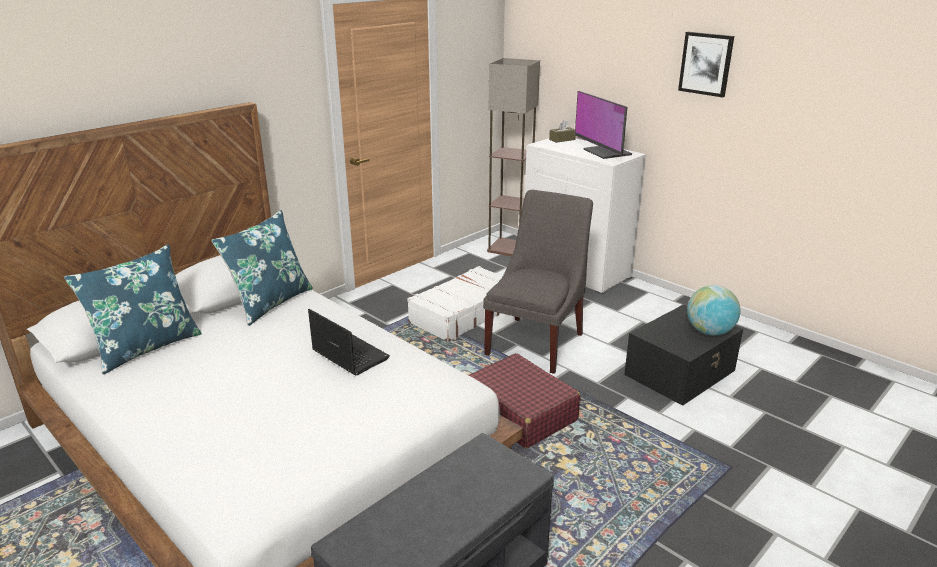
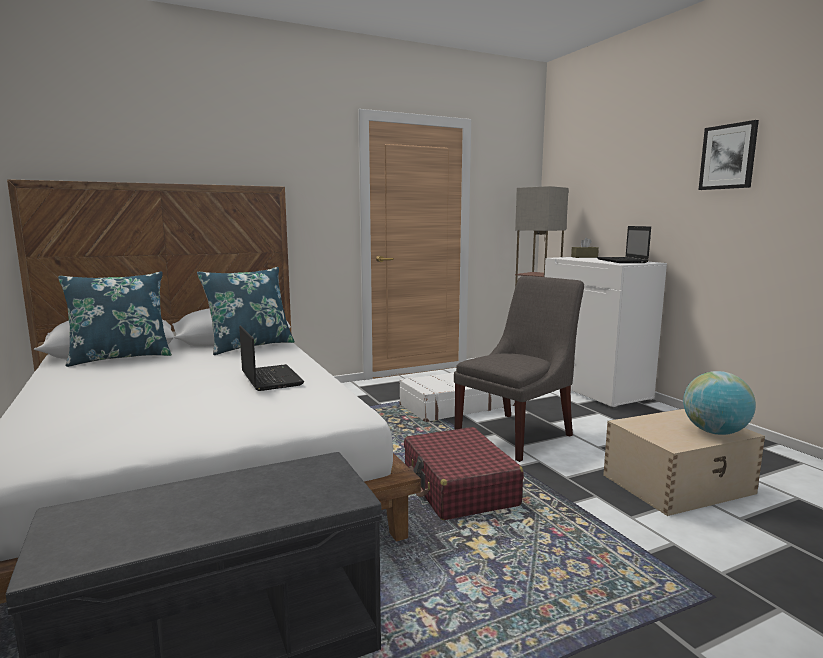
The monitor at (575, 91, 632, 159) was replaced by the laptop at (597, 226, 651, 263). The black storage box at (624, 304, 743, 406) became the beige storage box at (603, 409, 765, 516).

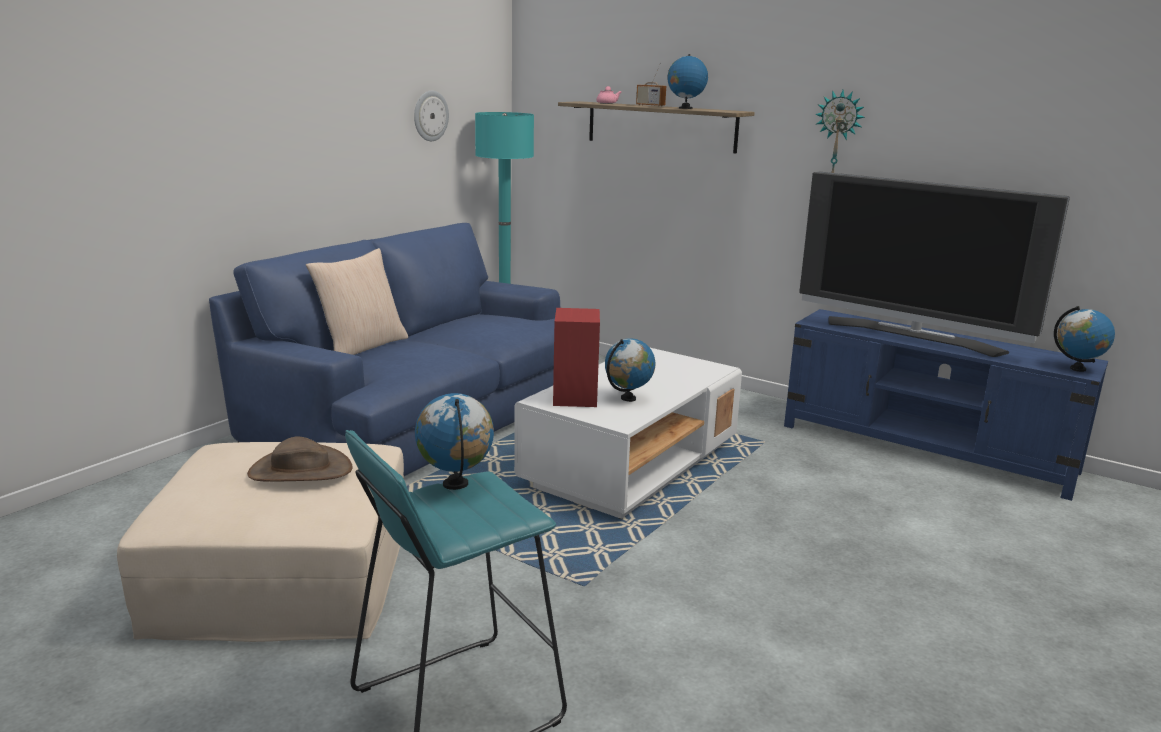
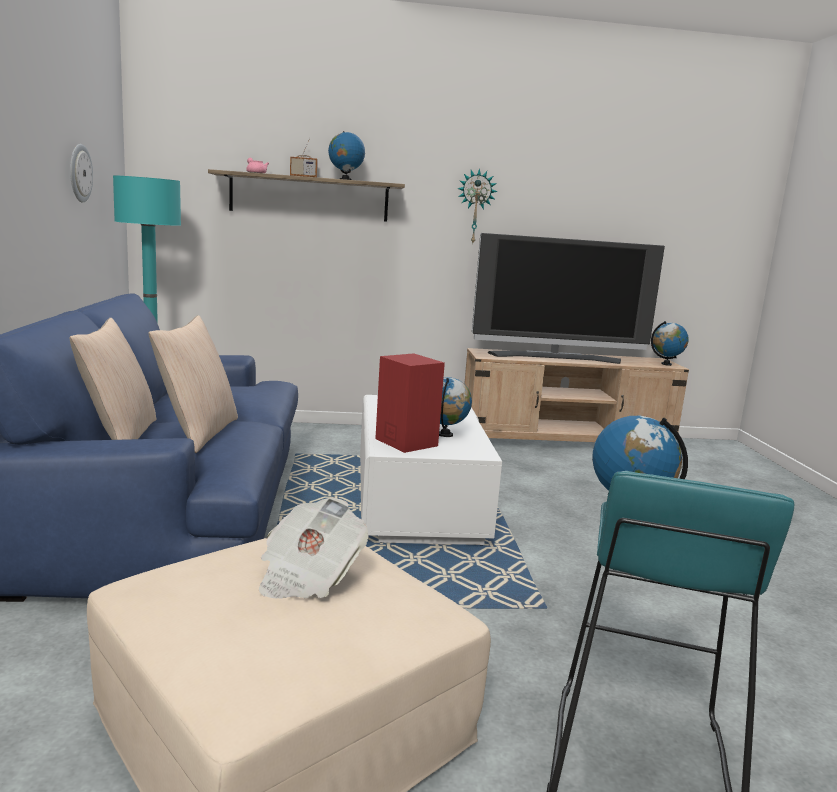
The blue tv stand at (784, 309, 1108, 501) became the beige tv stand at (464, 348, 689, 442). The brown hat at (247, 436, 353, 482) was replaced by the newspaper at (258, 498, 369, 599). The beige pillow at (148, 315, 238, 453) appeared.

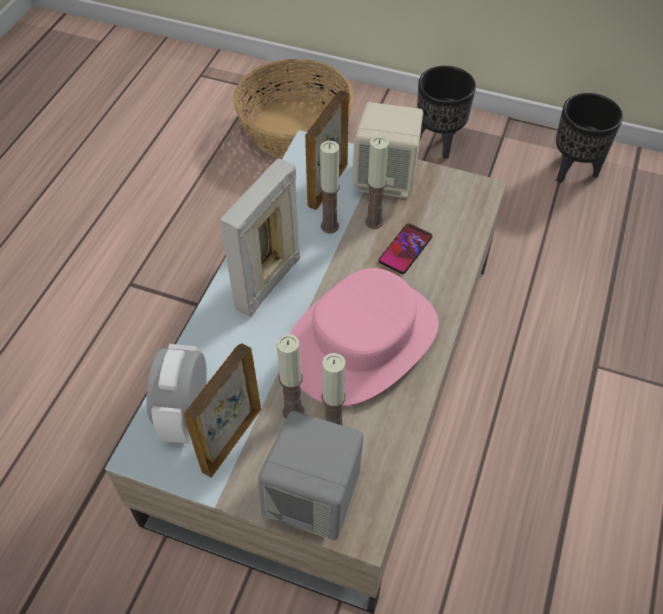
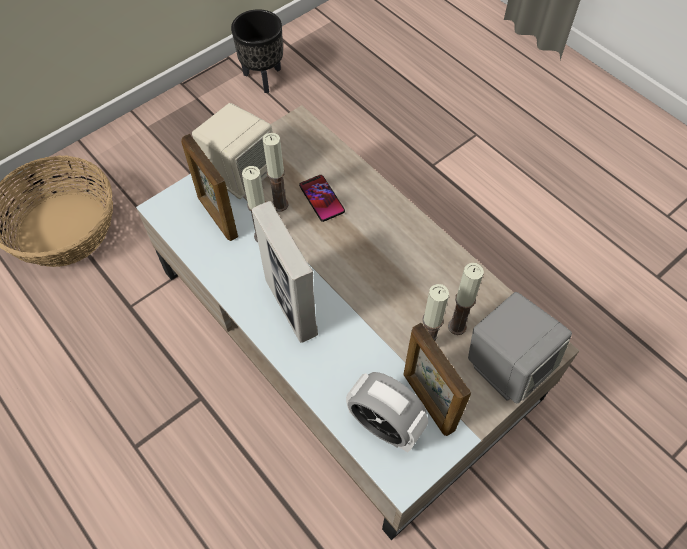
The black planter at (417, 66, 476, 159) disappeared. The pink hat at (290, 268, 438, 406) disappeared.

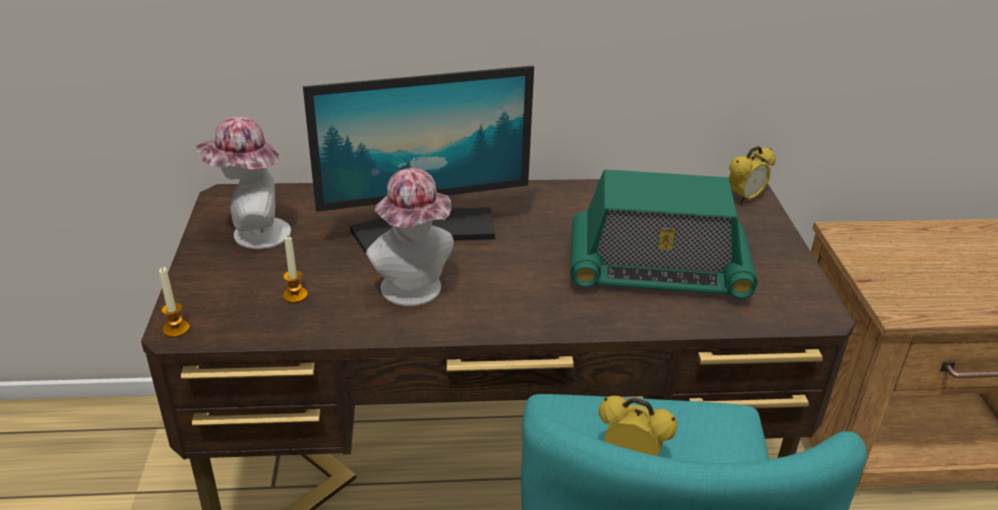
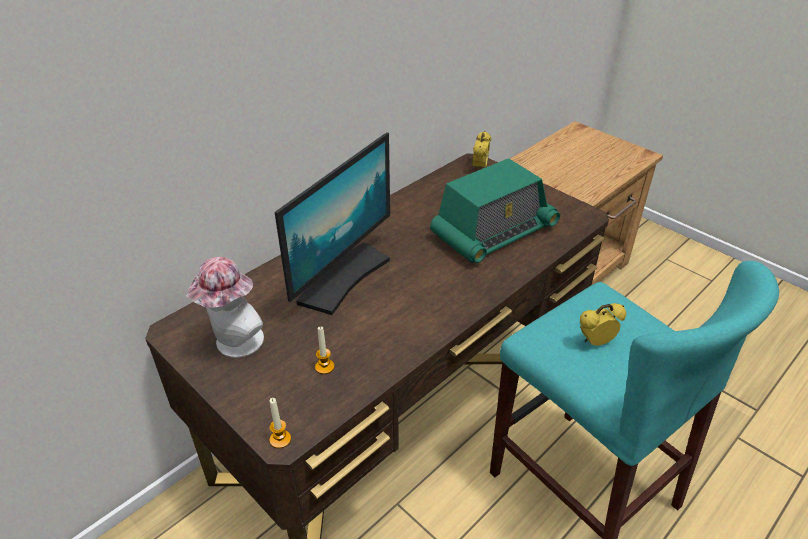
The hat at (366, 168, 454, 306) disappeared.

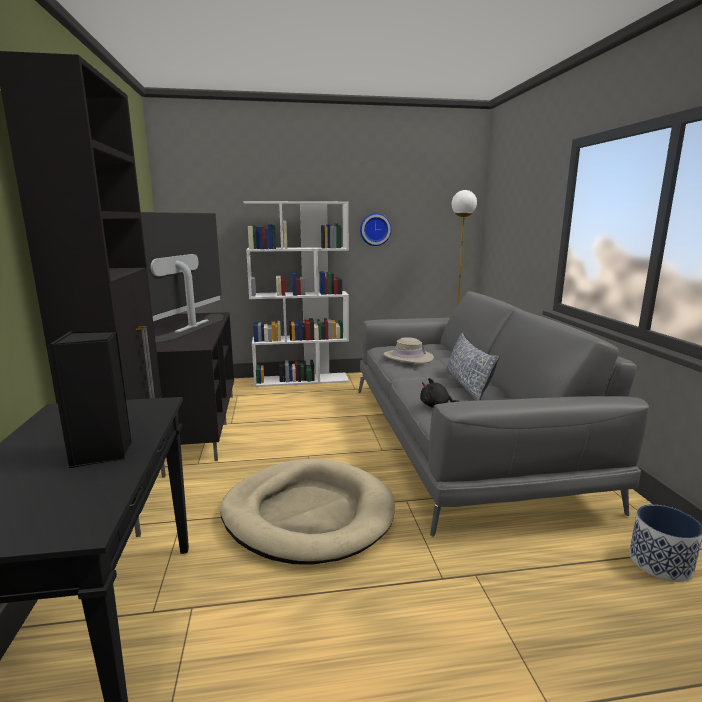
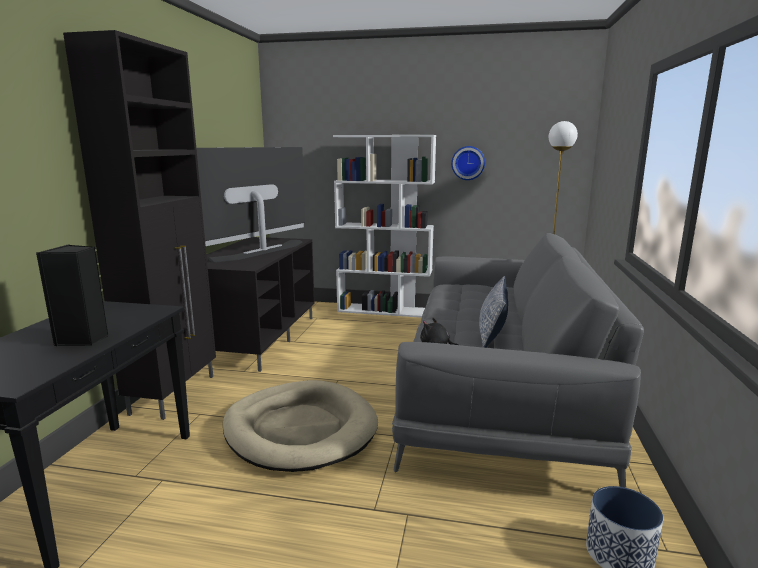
The beige hat at (383, 337, 434, 363) disappeared.

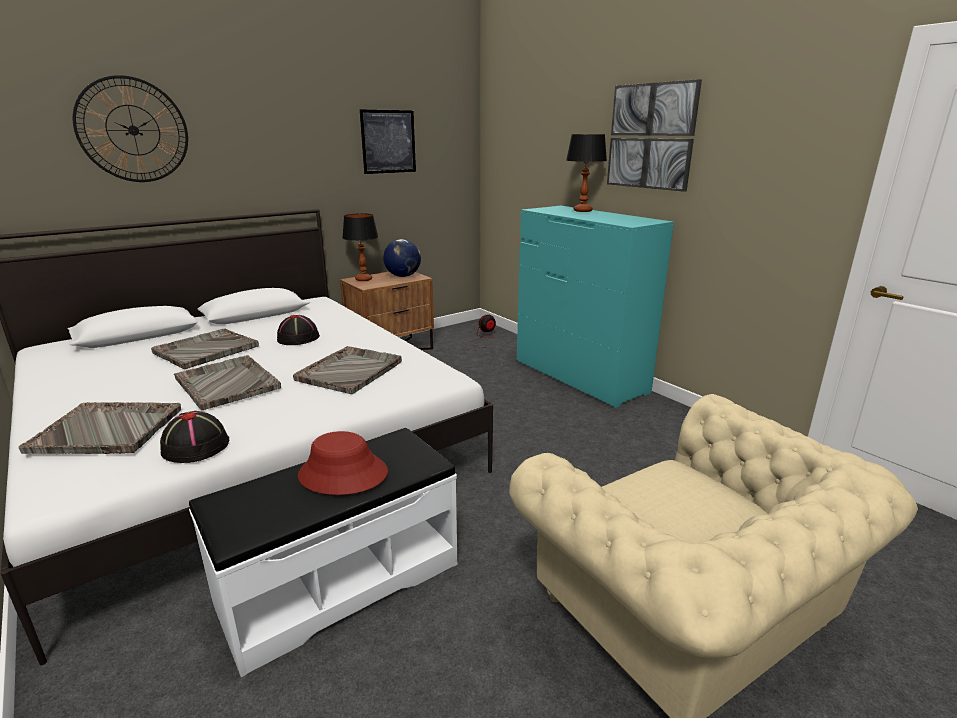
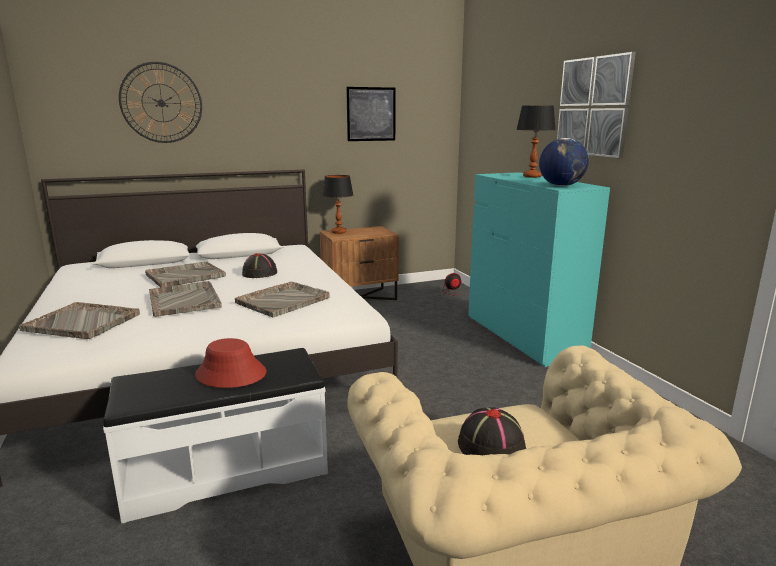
The globe moved from (383, 239, 421, 277) to (539, 138, 589, 186). The black hat moved from (160, 411, 229, 463) to (458, 407, 526, 455).

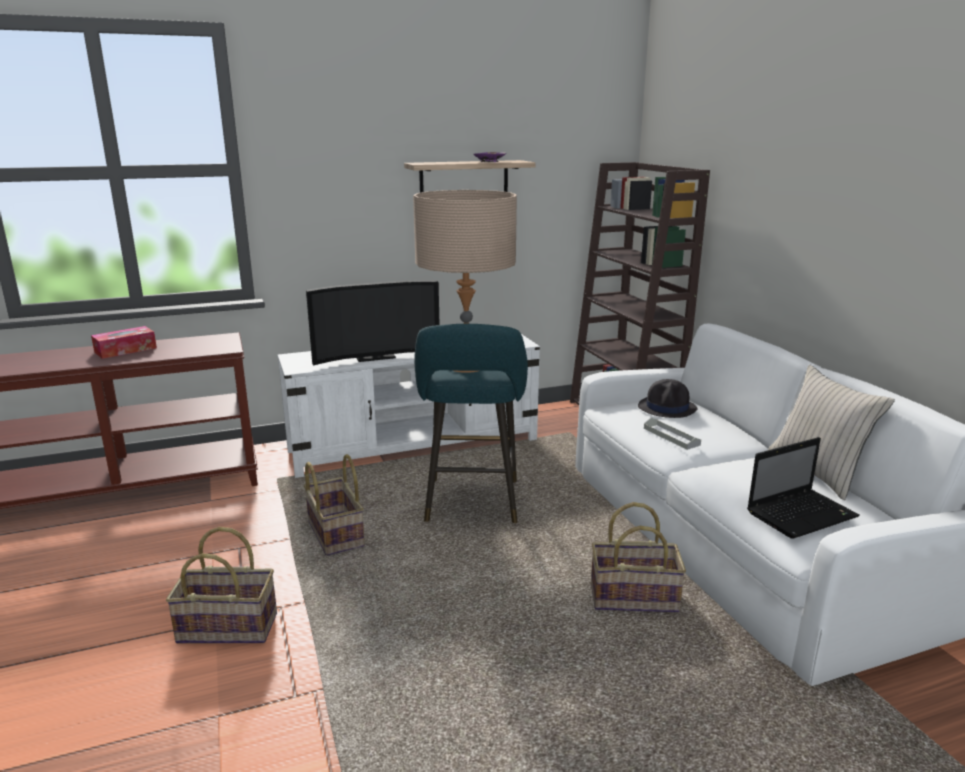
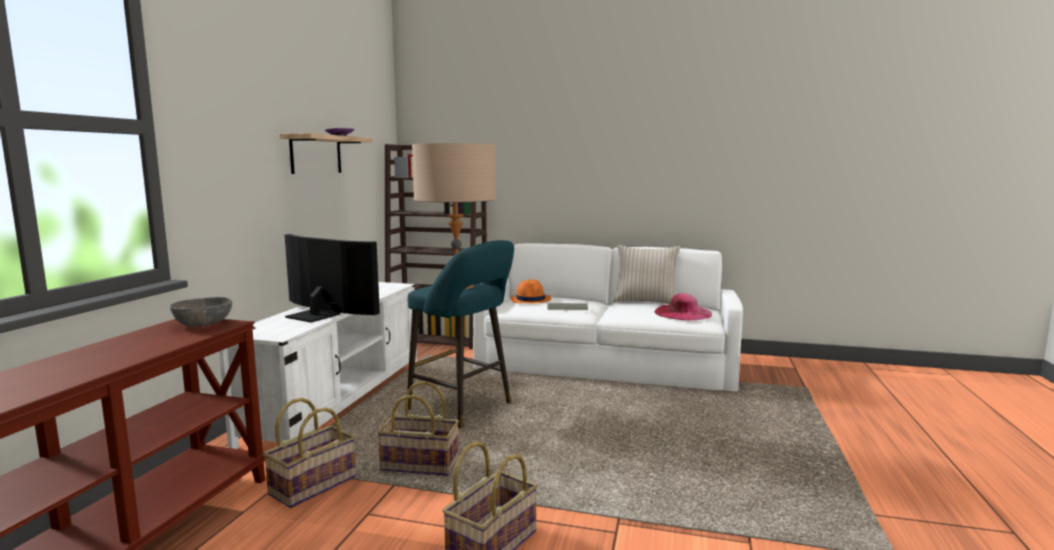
The television at (306, 280, 439, 365) turned 75 degrees counterclockwise. The tissue box at (91, 326, 157, 359) disappeared. The black hat at (638, 379, 697, 418) became the orange hat at (511, 280, 551, 303). The laptop at (747, 437, 860, 539) was replaced by the pink hat at (654, 293, 712, 320). The basket moved from (591, 502, 686, 612) to (263, 398, 356, 508). The grey bowl at (170, 297, 232, 327) appeared.

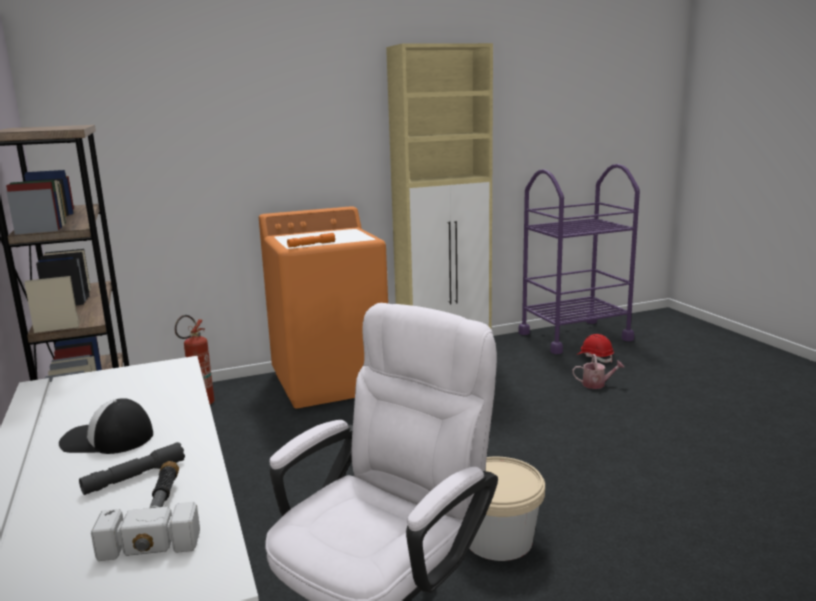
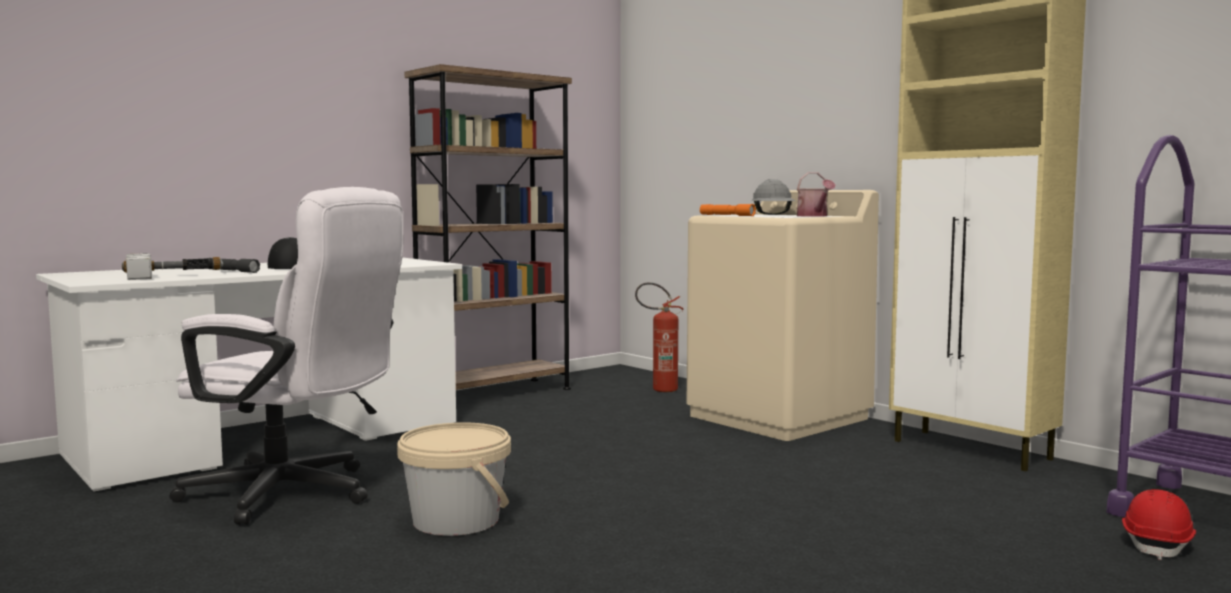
The orange washing machine at (259, 206, 388, 409) became the beige washing machine at (687, 190, 879, 441). The watering can moved from (573, 354, 624, 389) to (797, 172, 836, 217). The grey hard hat at (751, 179, 796, 215) appeared.

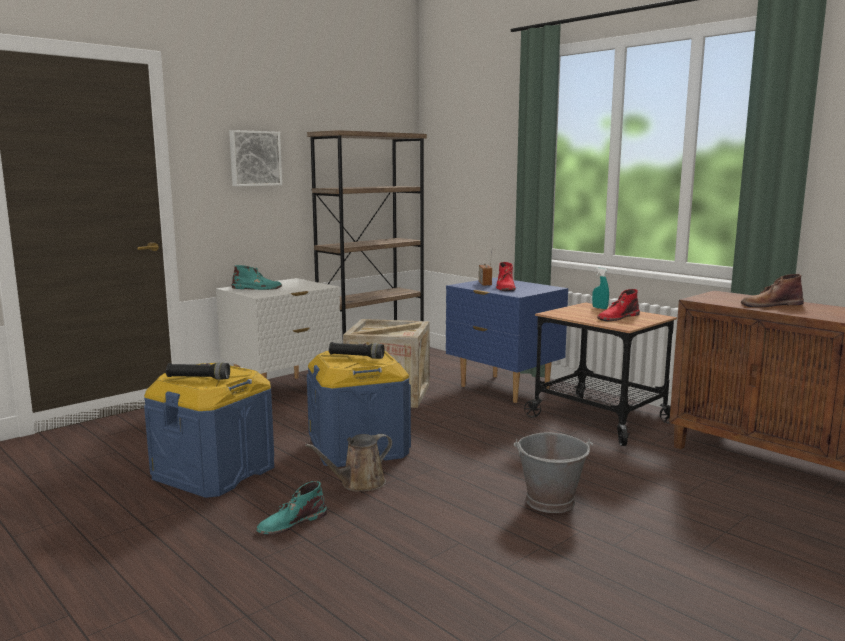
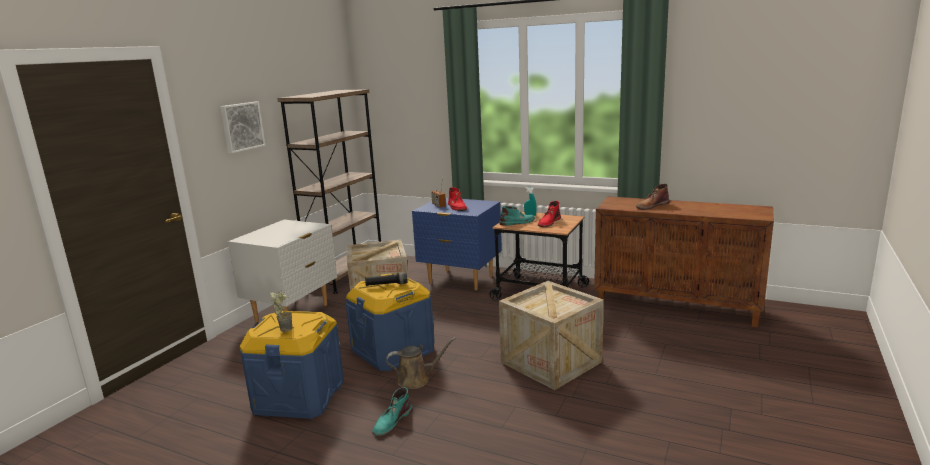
The turquoise boot moved from (232, 265, 282, 290) to (500, 206, 535, 226). The black flashlight at (166, 362, 230, 380) was replaced by the potted plant at (270, 290, 292, 332). The grey bucket at (514, 433, 593, 513) was replaced by the crate at (499, 281, 604, 390). The brown watering can at (305, 434, 392, 492) turned 135 degrees counterclockwise.

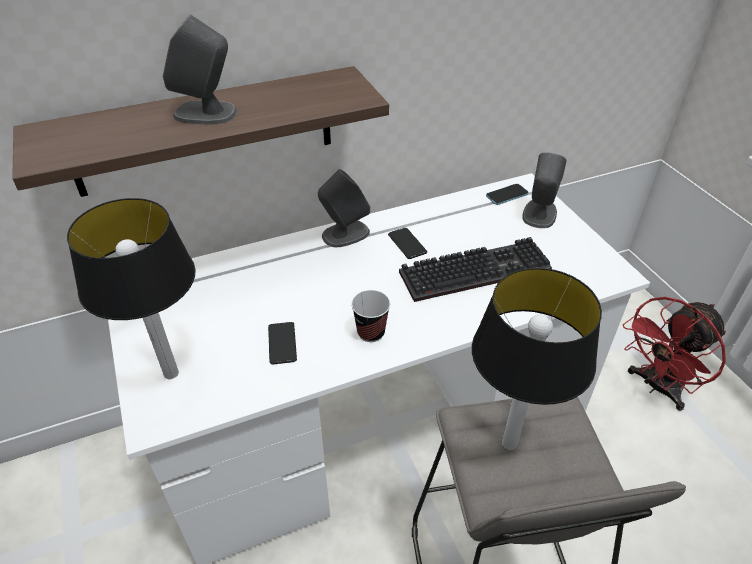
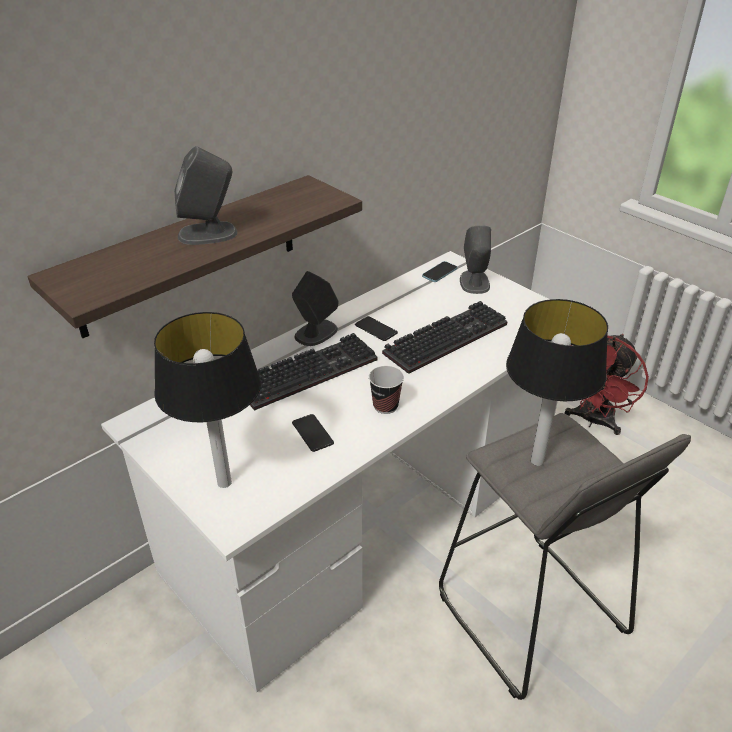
The keyboard at (250, 333, 378, 411) appeared.

